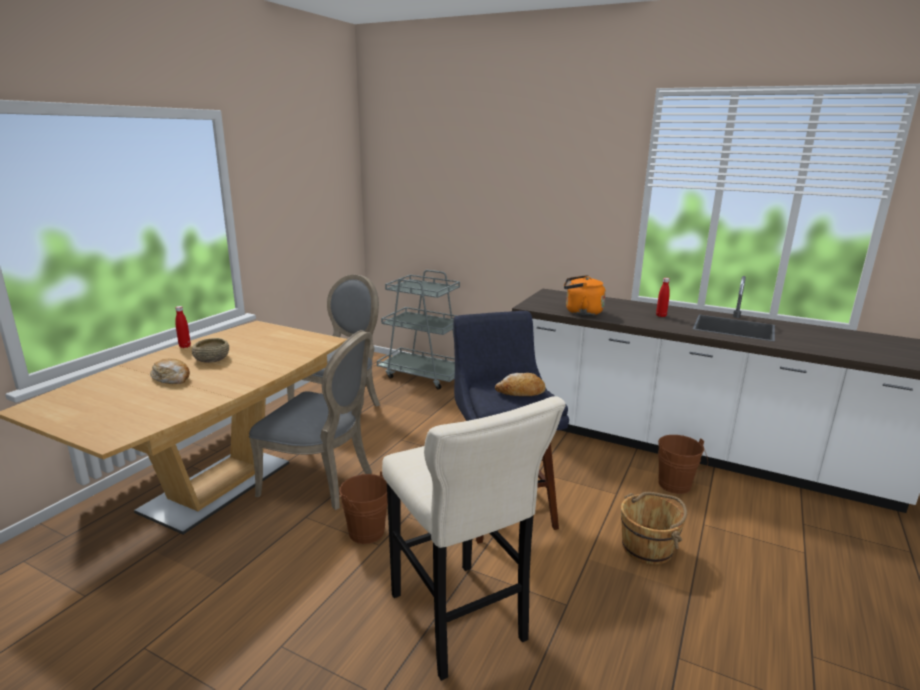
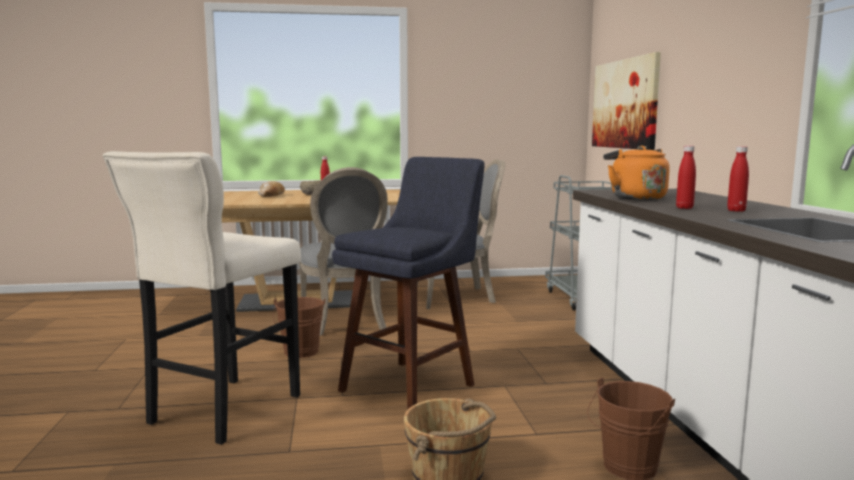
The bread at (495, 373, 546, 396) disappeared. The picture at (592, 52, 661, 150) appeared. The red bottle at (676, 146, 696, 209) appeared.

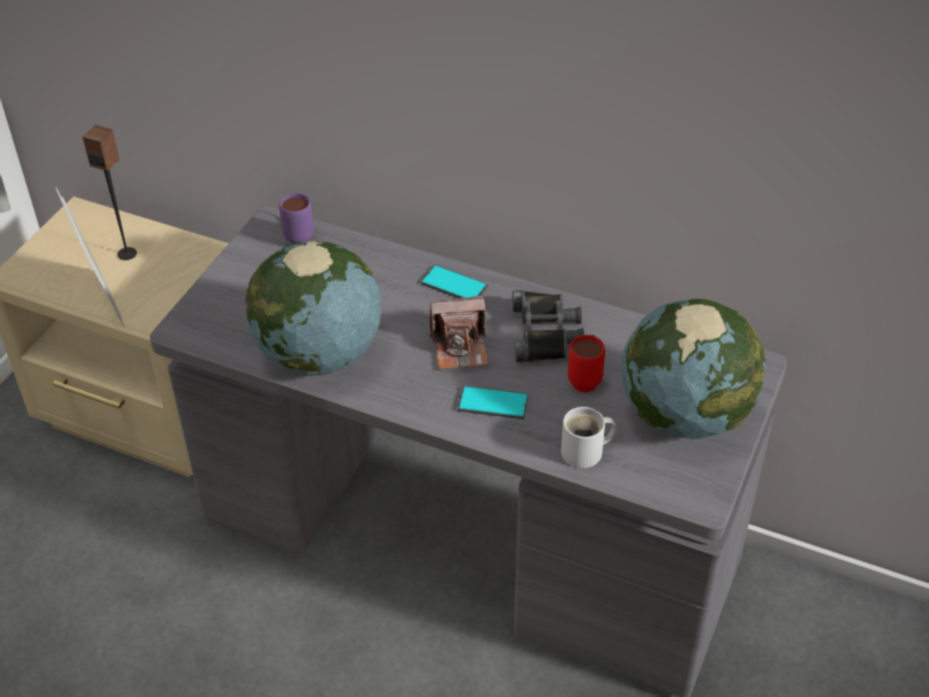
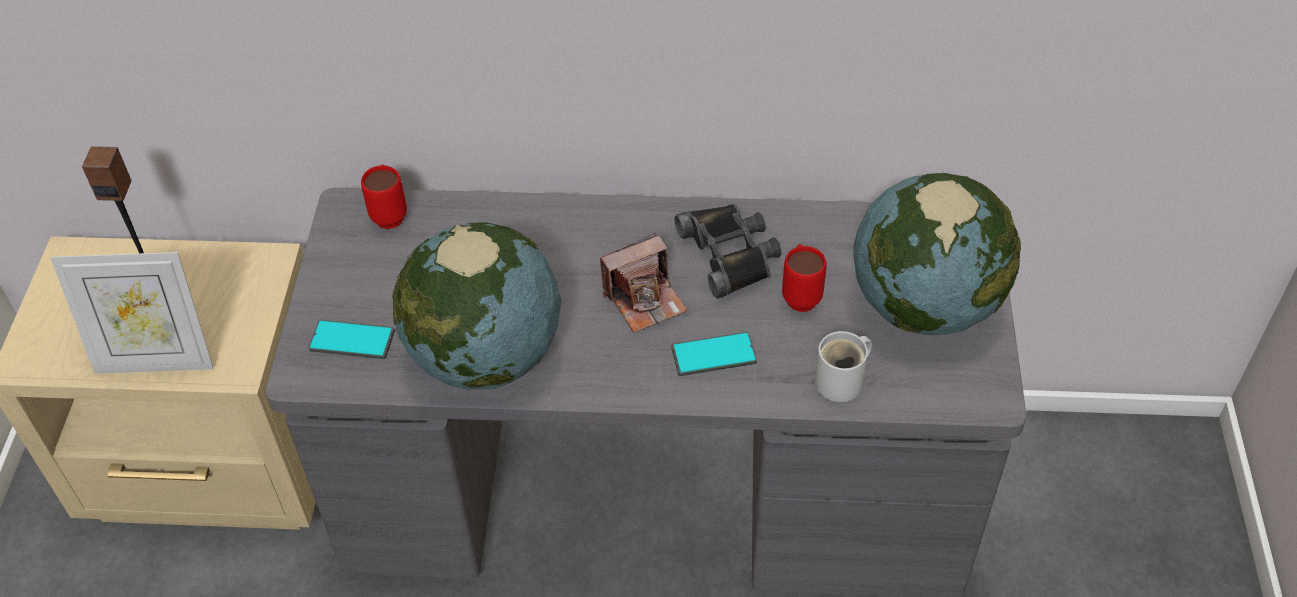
The picture frame at (56, 187, 125, 327) turned 135 degrees clockwise. The purple mug at (279, 193, 314, 245) became the red mug at (361, 164, 407, 229). The phone moved from (421, 265, 488, 298) to (308, 320, 395, 359).

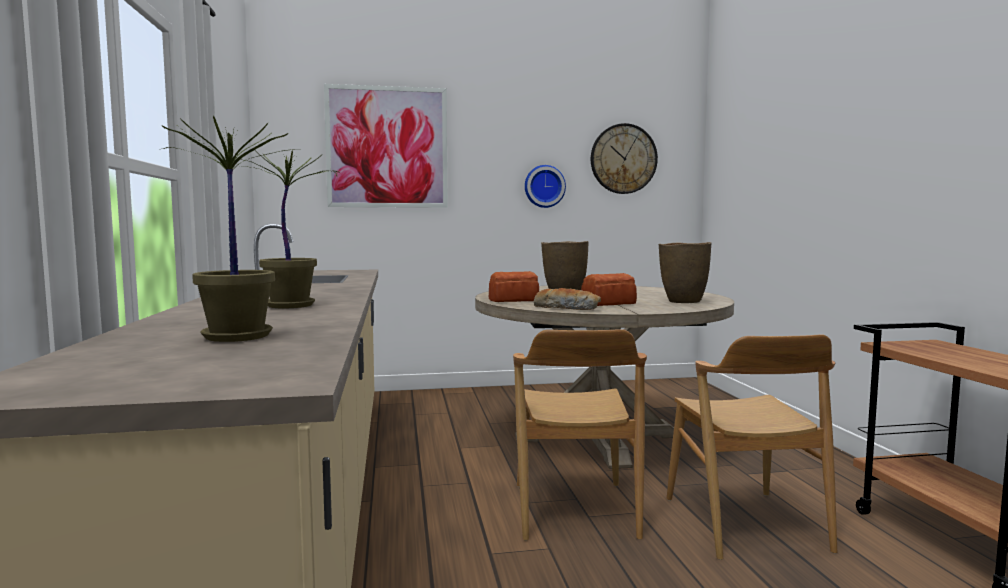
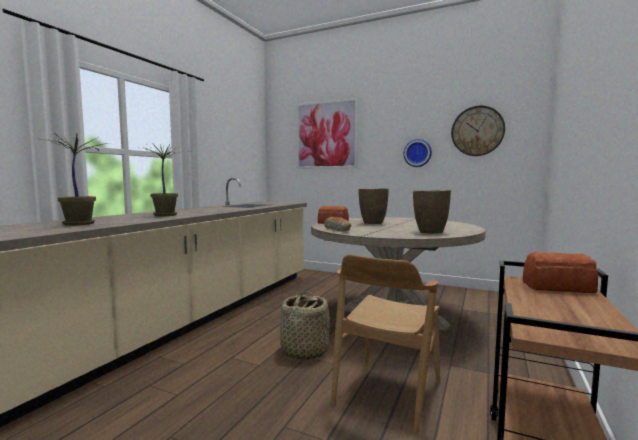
The bread moved from (581, 273, 637, 306) to (523, 252, 598, 293). The brown chair at (513, 329, 647, 541) was replaced by the basket at (280, 291, 330, 360).

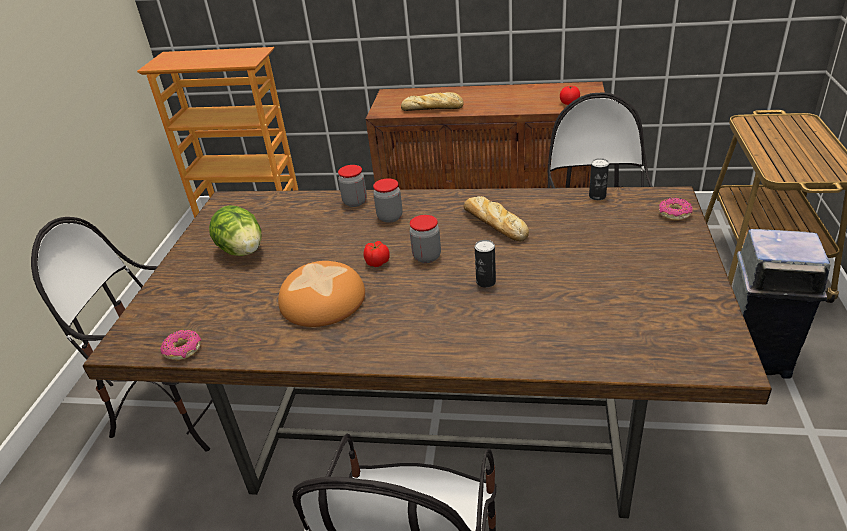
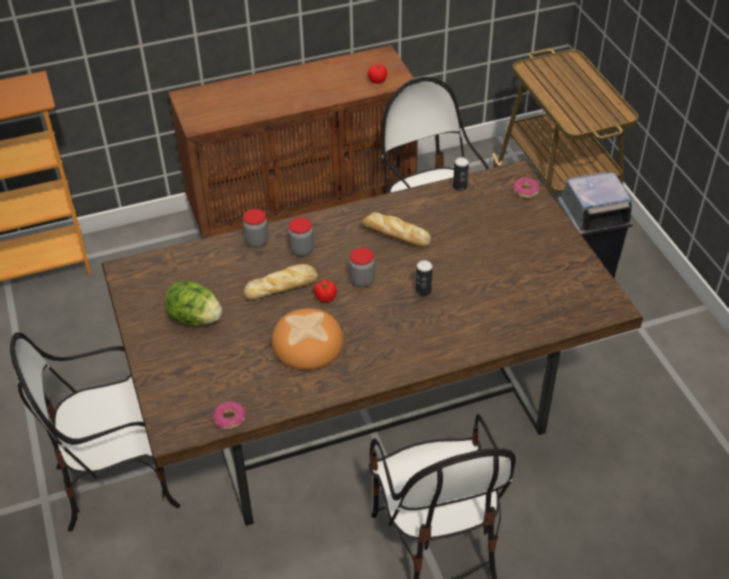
The bread moved from (401, 92, 464, 111) to (244, 264, 318, 301).

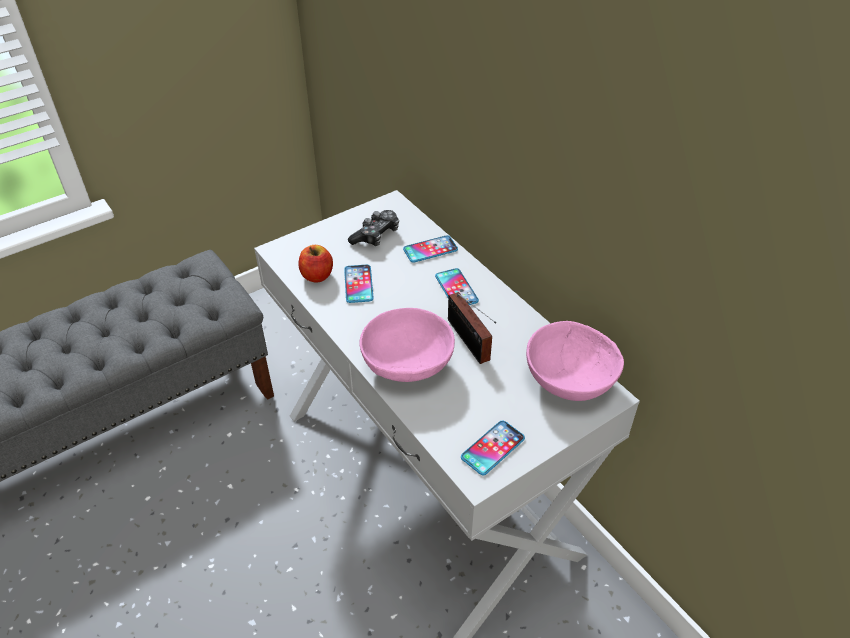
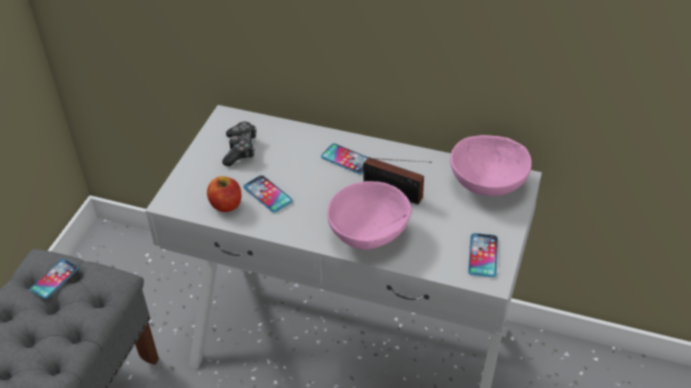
The phone moved from (403, 235, 458, 263) to (30, 259, 79, 299).

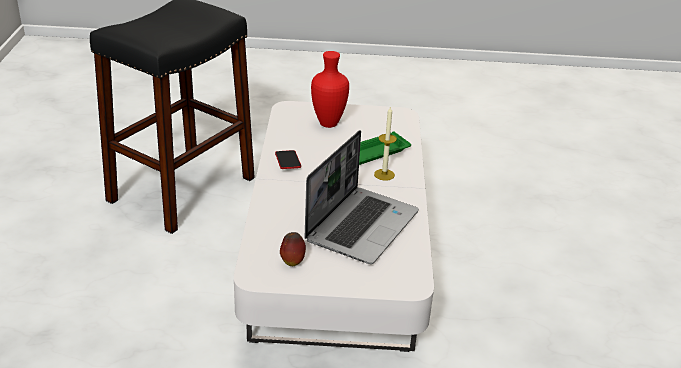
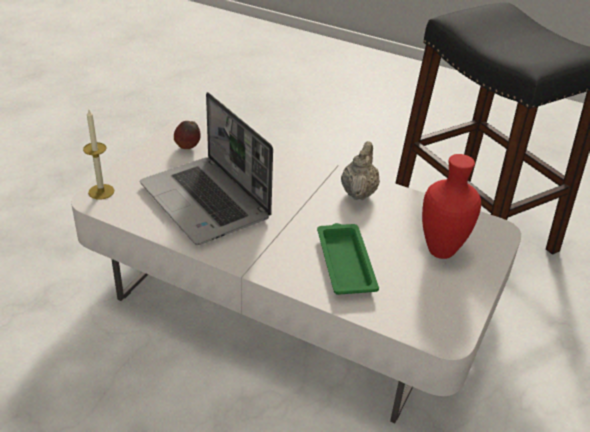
The candle moved from (374, 106, 397, 181) to (83, 110, 114, 200). The phone at (275, 150, 301, 169) was replaced by the beige teapot at (341, 141, 380, 200).

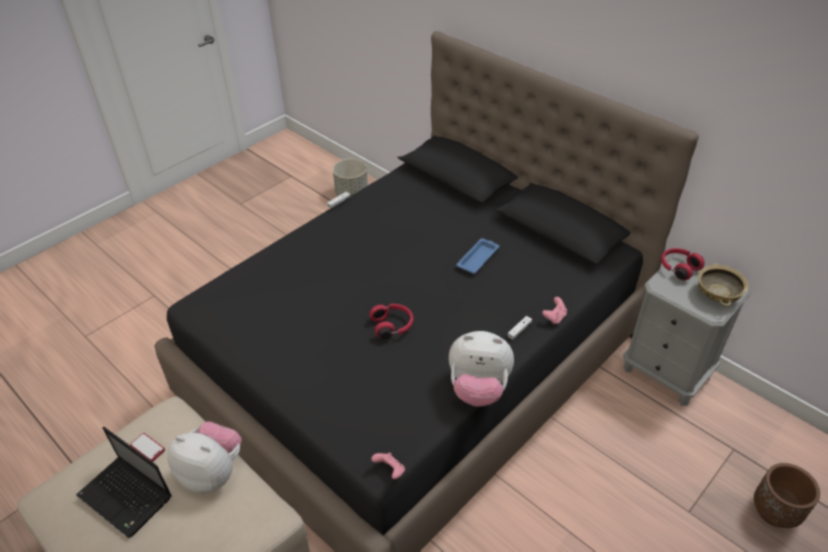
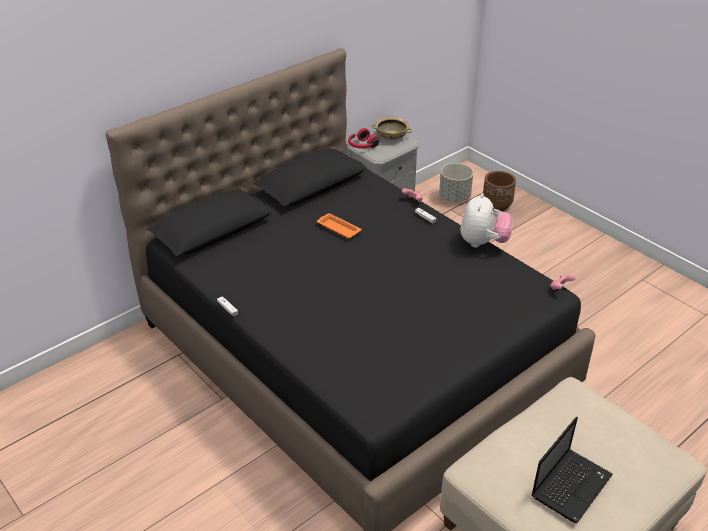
The grey planter moved from (333, 159, 368, 199) to (439, 163, 473, 202). The blue tray at (456, 238, 499, 274) became the orange tray at (317, 213, 362, 238). The red headphones at (369, 304, 414, 339) disappeared. The plush toy at (167, 421, 242, 493) disappeared. The phone at (130, 433, 165, 462) disappeared.

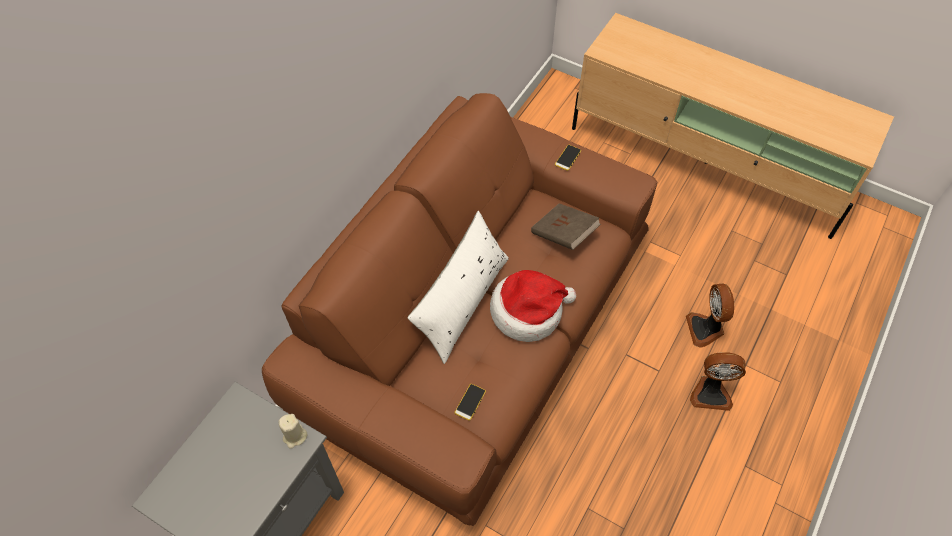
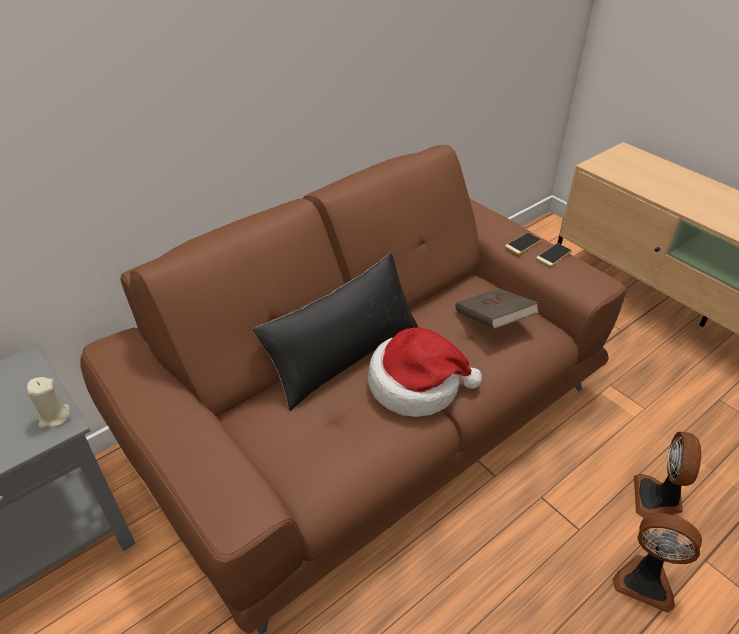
The white pillow at (408, 211, 509, 364) became the black pillow at (253, 252, 418, 411). The phone moved from (455, 384, 486, 421) to (536, 243, 572, 266).

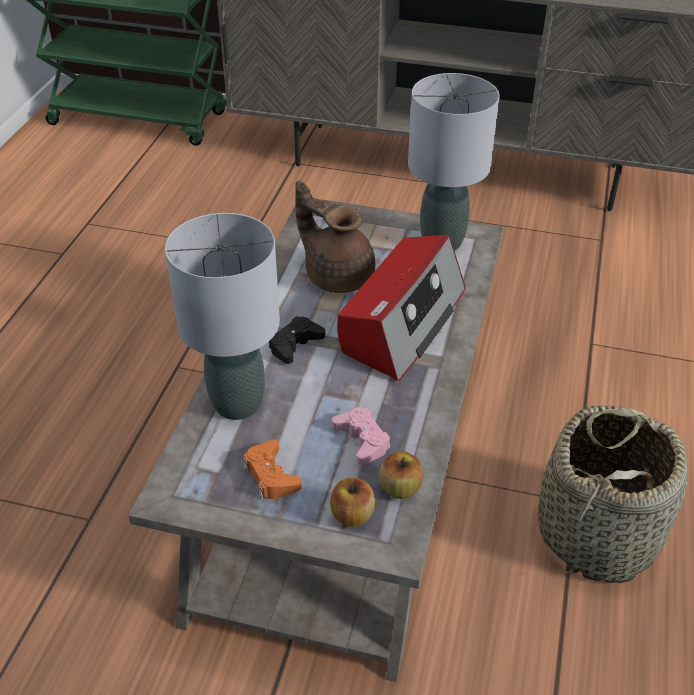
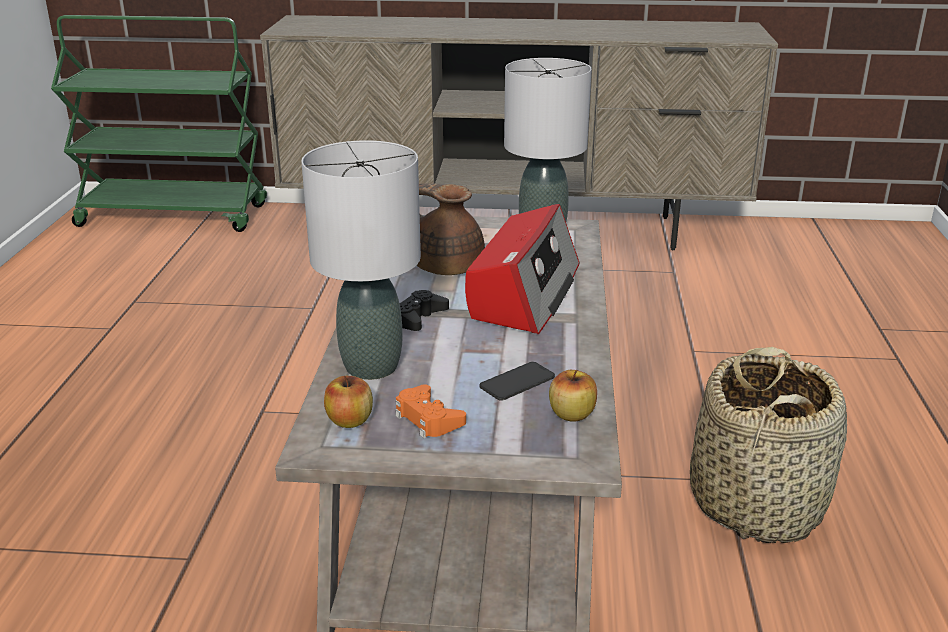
The pink game controller at (332, 407, 390, 465) was replaced by the phone at (480, 362, 555, 401). The apple moved from (330, 478, 375, 527) to (324, 376, 373, 428).

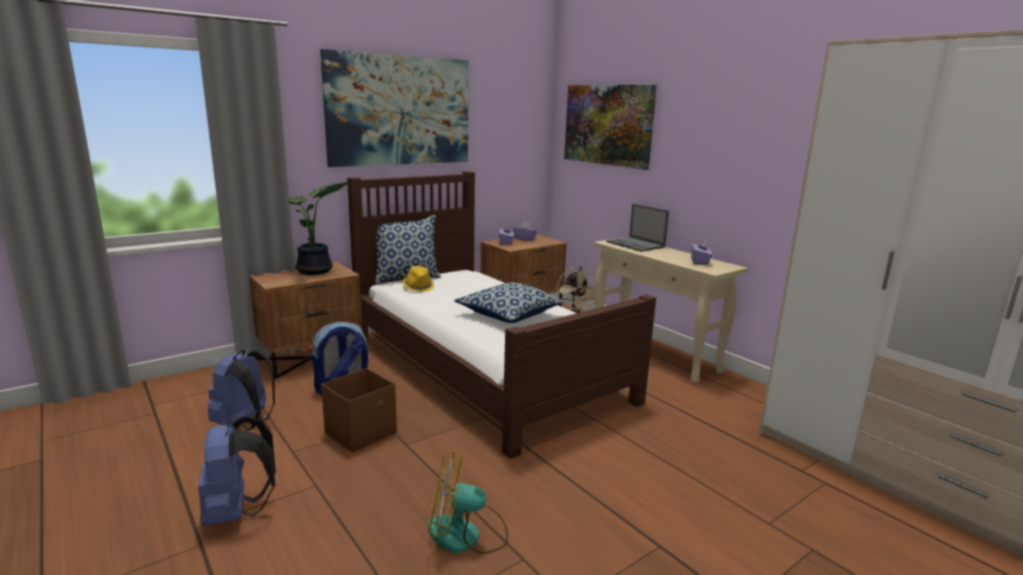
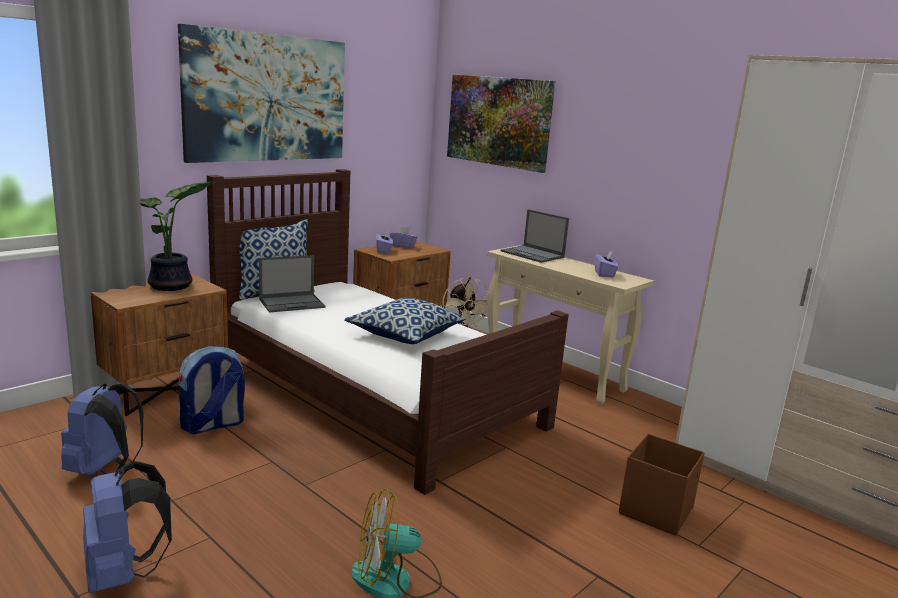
The yellow hat at (403, 266, 434, 292) was replaced by the laptop at (259, 255, 326, 313). The brown storage box moved from (321, 368, 397, 453) to (619, 434, 705, 536).

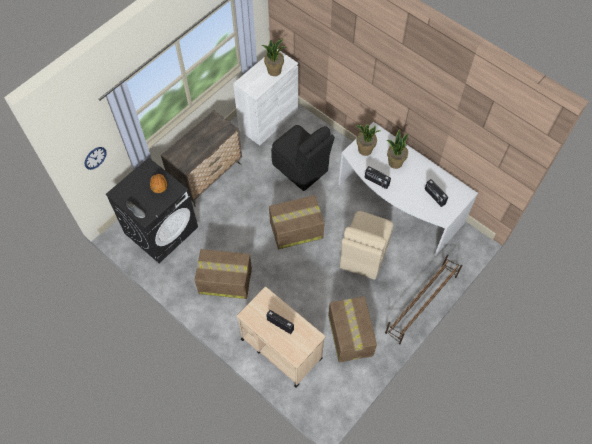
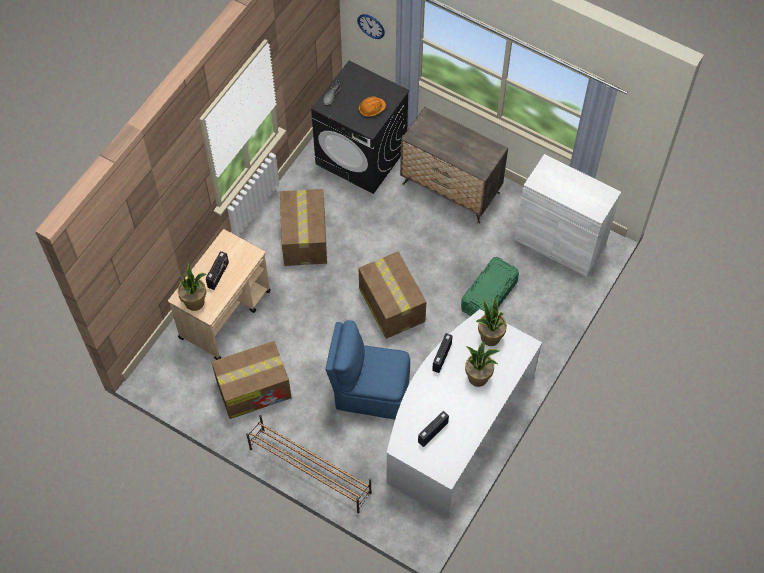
The potted plant moved from (262, 39, 286, 76) to (178, 263, 207, 311). The black chair at (271, 125, 335, 191) was replaced by the green storage box at (461, 257, 519, 316). The beige chair at (340, 211, 393, 280) became the blue chair at (325, 320, 410, 419).

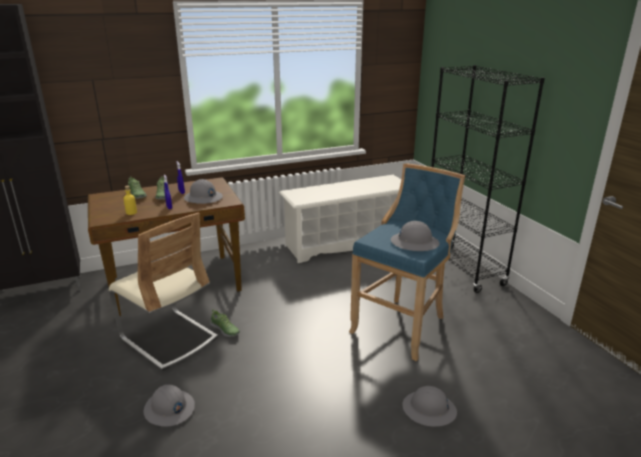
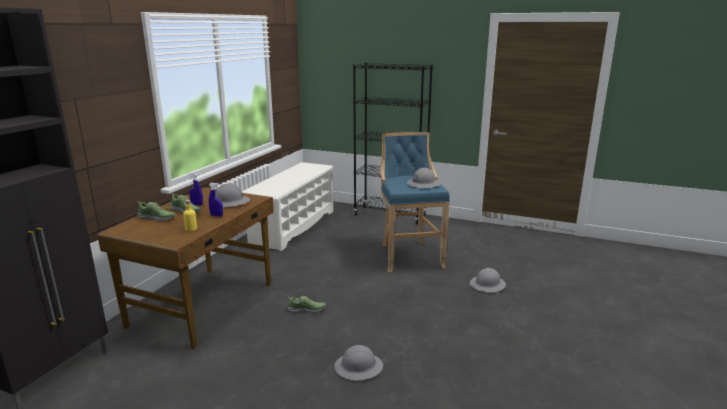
The beige chair at (109, 213, 218, 370) disappeared.

